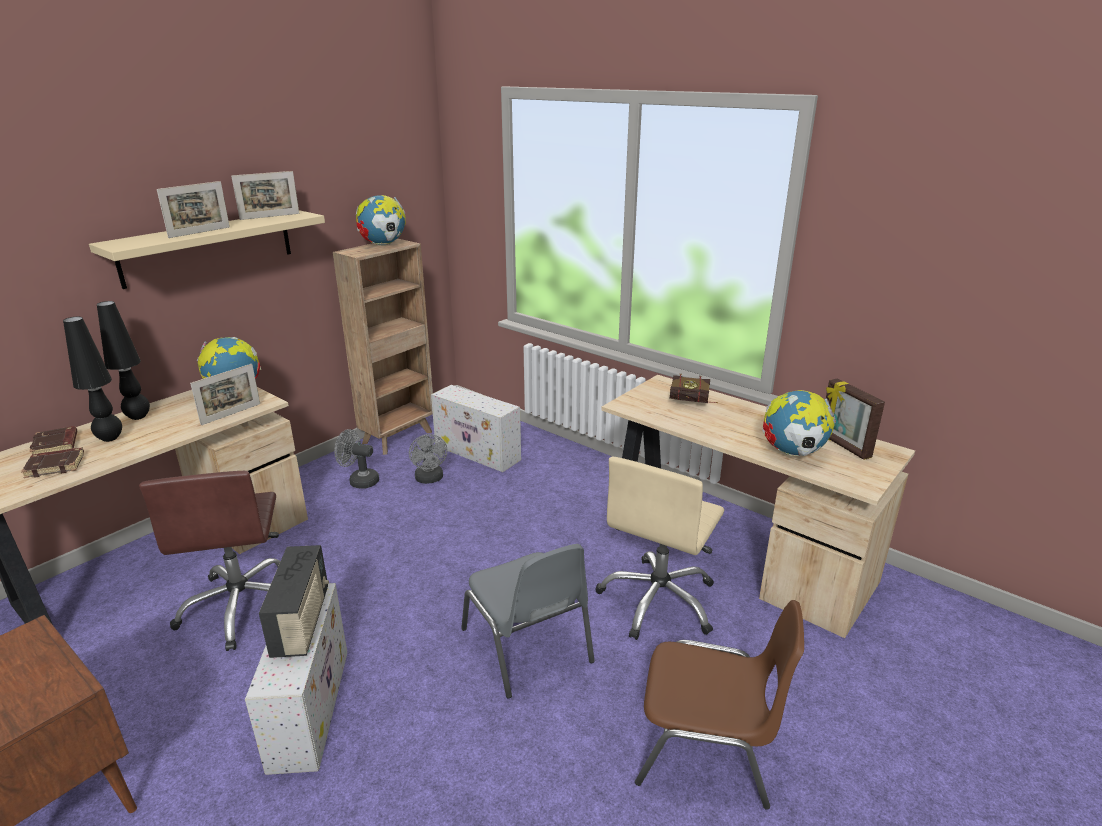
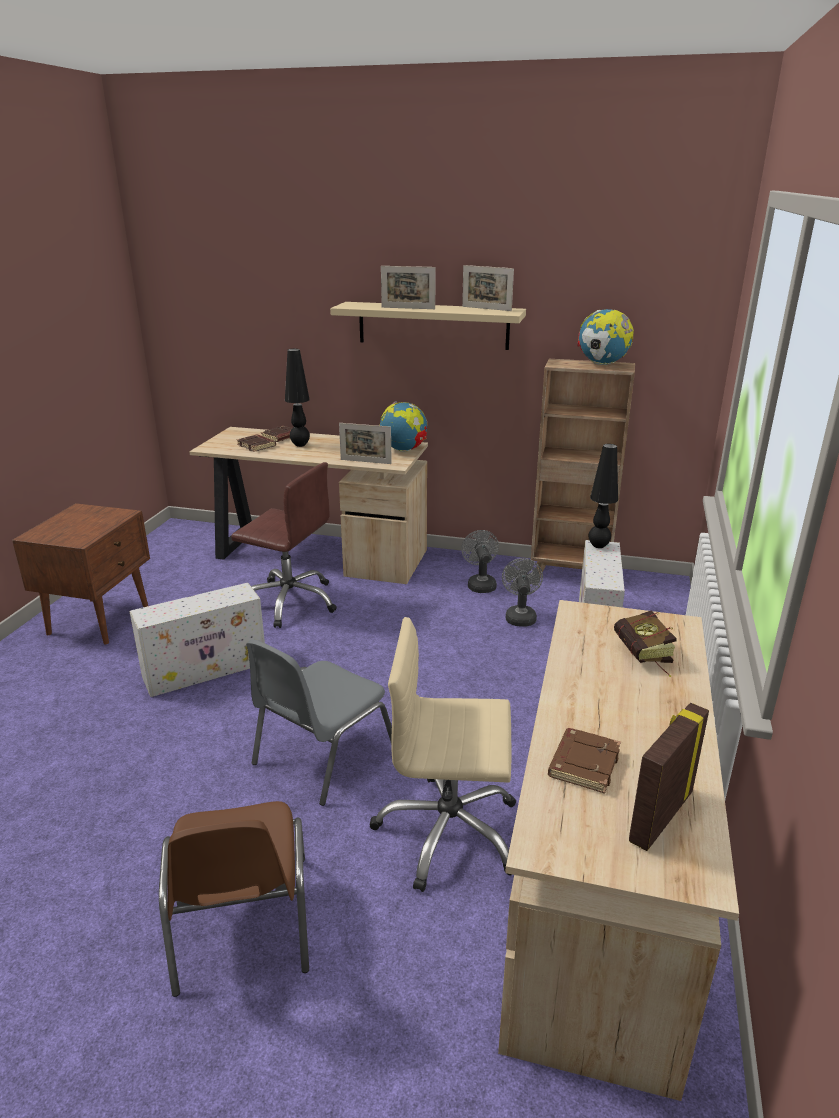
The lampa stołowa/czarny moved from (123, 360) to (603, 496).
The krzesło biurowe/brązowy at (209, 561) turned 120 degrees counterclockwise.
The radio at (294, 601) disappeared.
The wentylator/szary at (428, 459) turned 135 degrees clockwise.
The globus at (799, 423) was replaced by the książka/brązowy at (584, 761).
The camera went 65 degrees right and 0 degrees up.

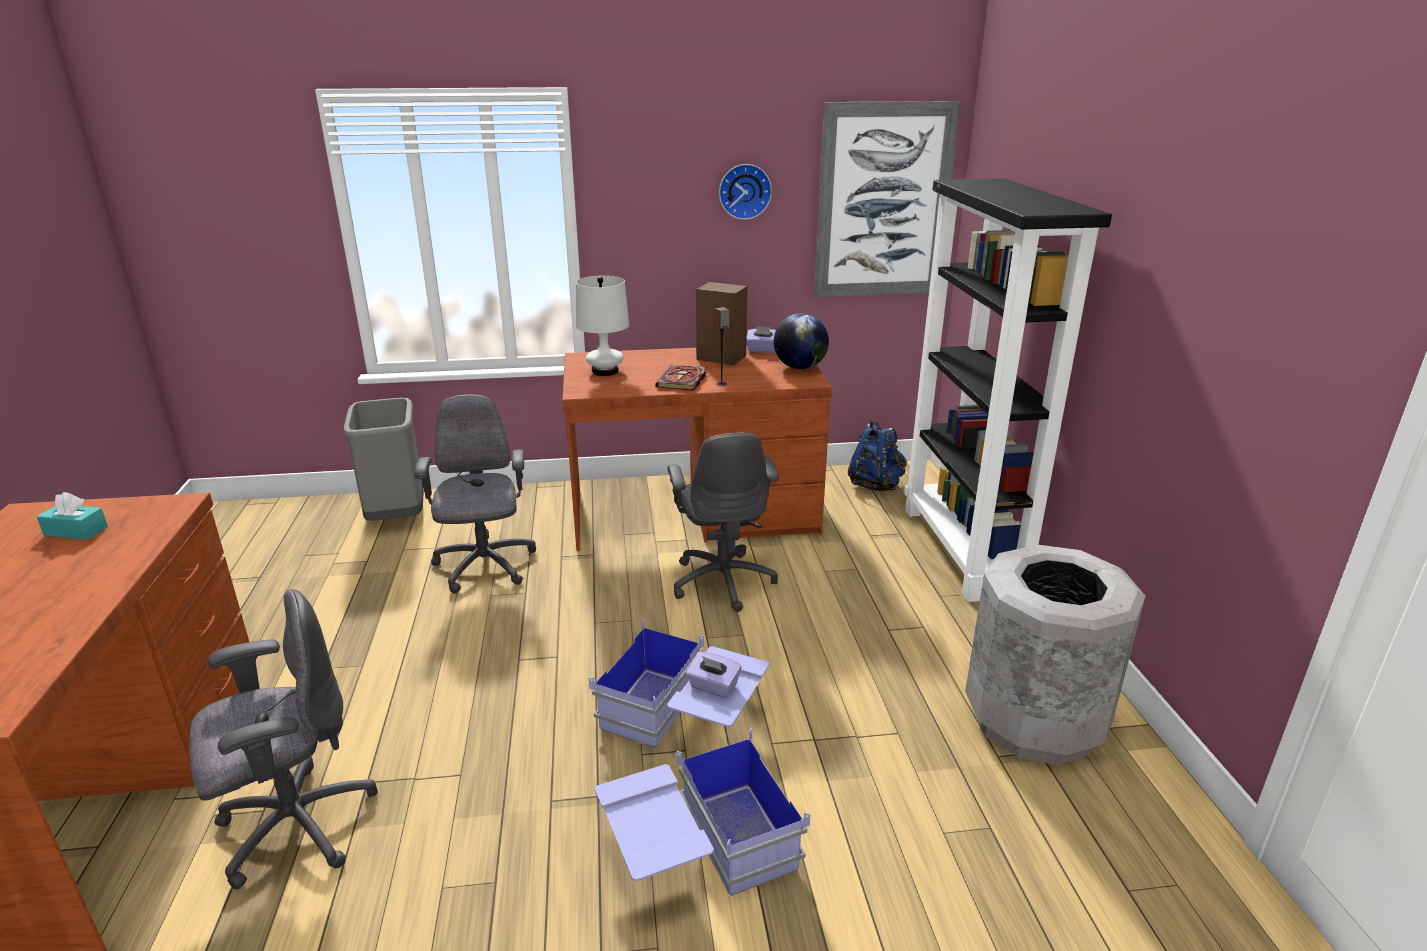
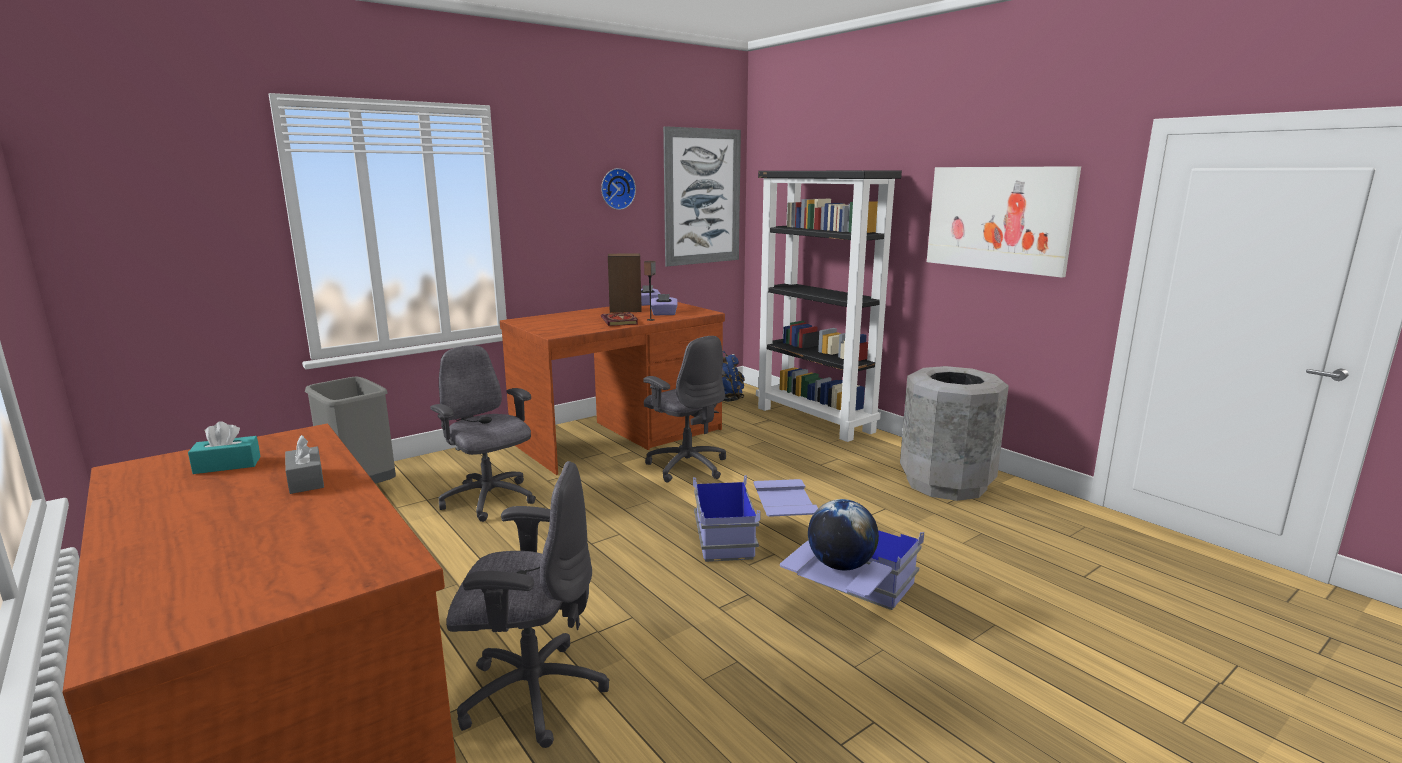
The krzesło biurowe/szary at (283, 739) turned 60 degrees clockwise.
The lampa stołowa/biały at (602, 325) disappeared.
The pudełko chusteczek/fioletowy moved from (714, 675) to (664, 304).
The globus moved from (801, 341) to (843, 534).
The pudełko chusteczek/szary at (304, 464) appeared.
The obraz at (1004, 222) appeared.
The camera went 30 degrees left and 10 degrees down.

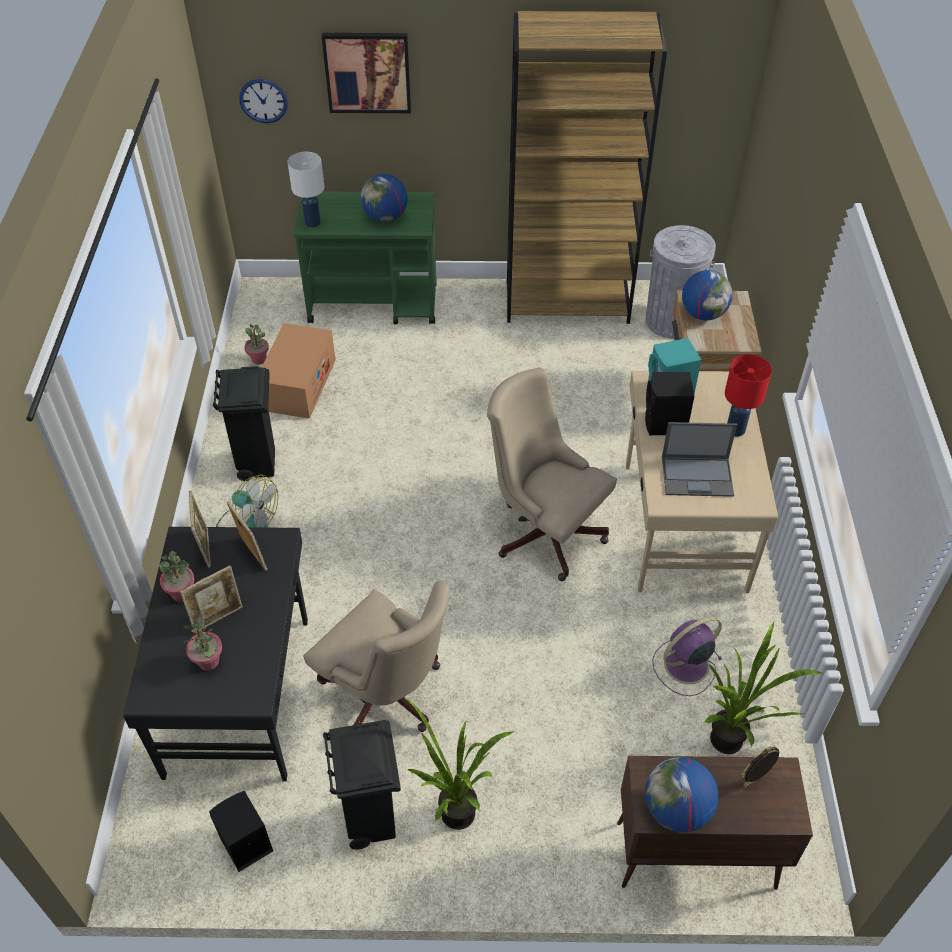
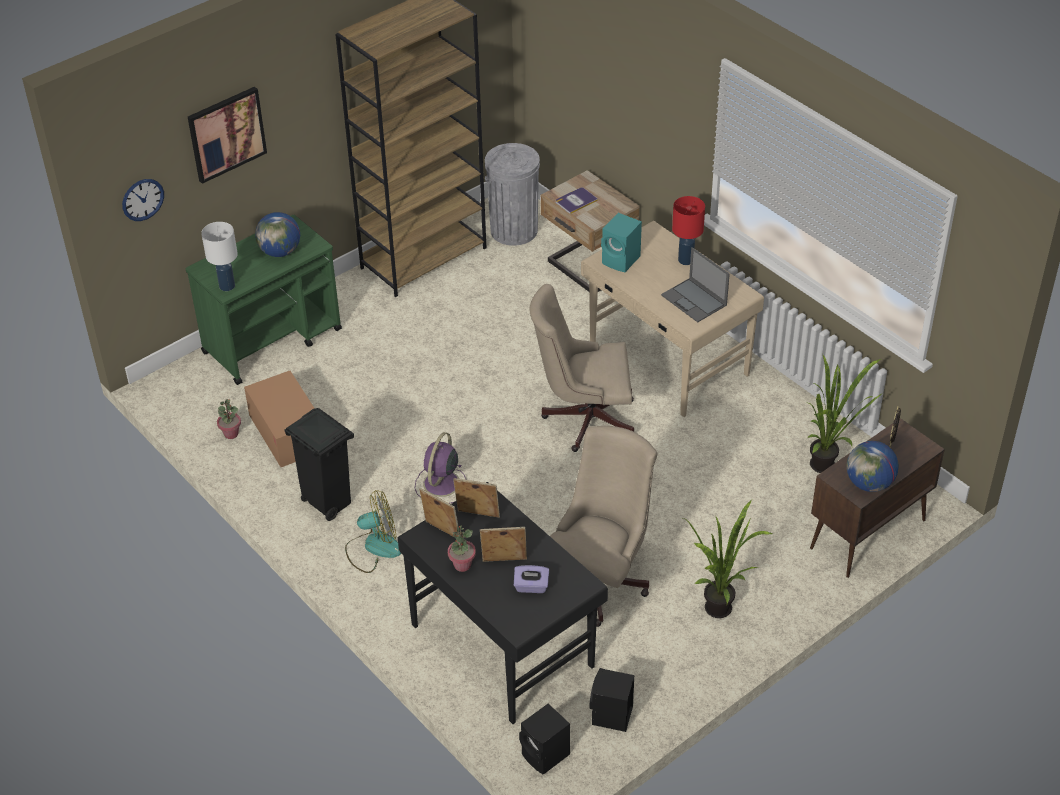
The ramka na zdjęcie at (211, 597) turned 105 degrees counterclockwise.
The roślina doniczkowa at (202, 645) was replaced by the pudełko chusteczek/fioletowy at (531, 579).
The krzesło biurowe/beżowy at (376, 656) turned 60 degrees counterclockwise.
The kosz na śmieci/czarny at (362, 785) disappeared.
The głośnik/czarny moved from (669, 403) to (544, 739).
The wentylator/fioletowy moved from (687, 656) to (440, 468).
The laptop at (699, 459) turned 90 degrees clockwise.
The globus at (707, 295) was replaced by the książka at (577, 201).
The camera went 40 degrees left and 5 degrees down.

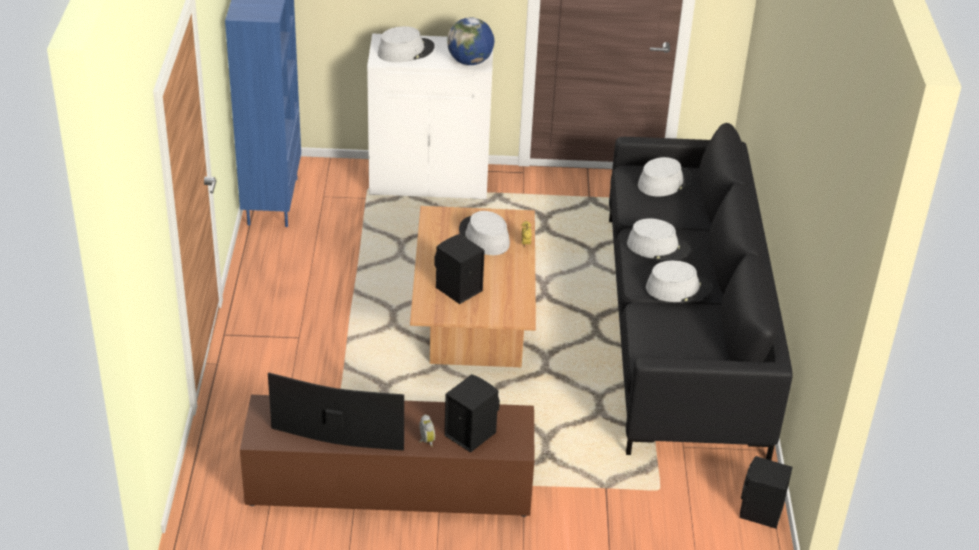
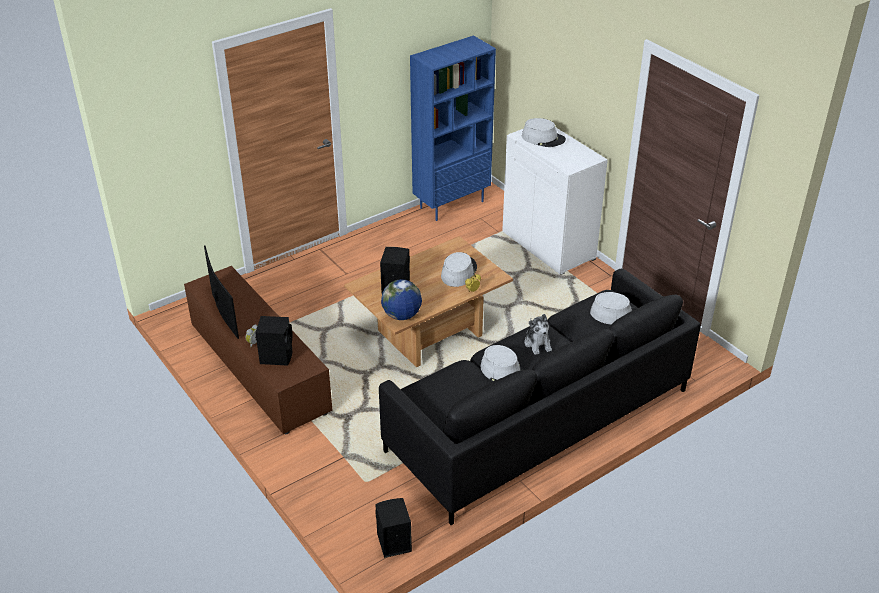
The globus moved from (471, 41) to (401, 299).
The kapelusz/szary at (659, 239) was replaced by the pluszak at (538, 334).
The camera went 55 degrees right and 0 degrees up.

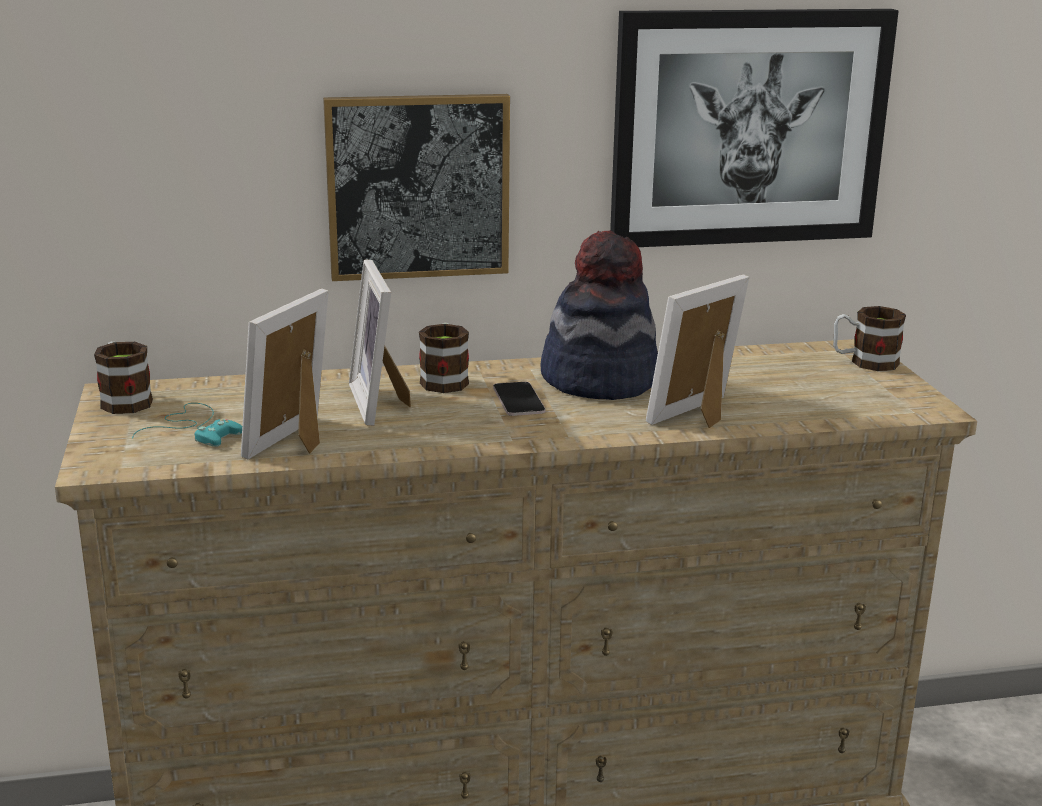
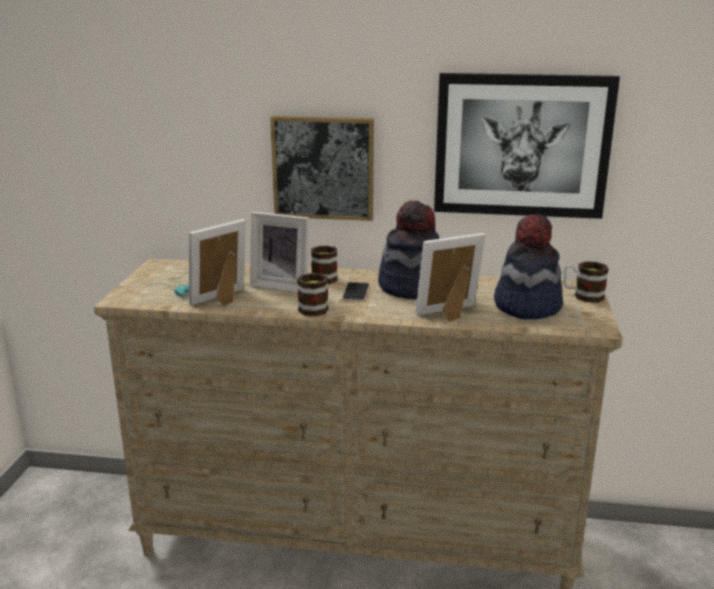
The kubek moved from (123, 377) to (312, 294).
The ramka na zdjęcie at (380, 343) turned 75 degrees counterclockwise.
The kapelusz at (528, 266) appeared.
The camera went 20 degrees right and 0 degrees up.

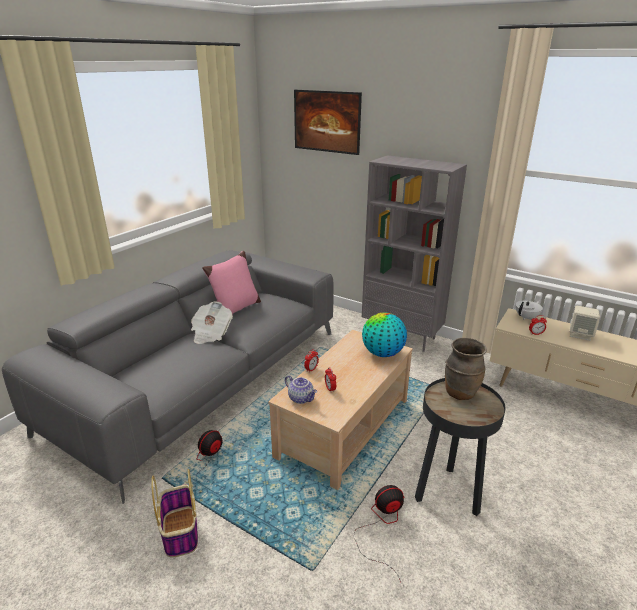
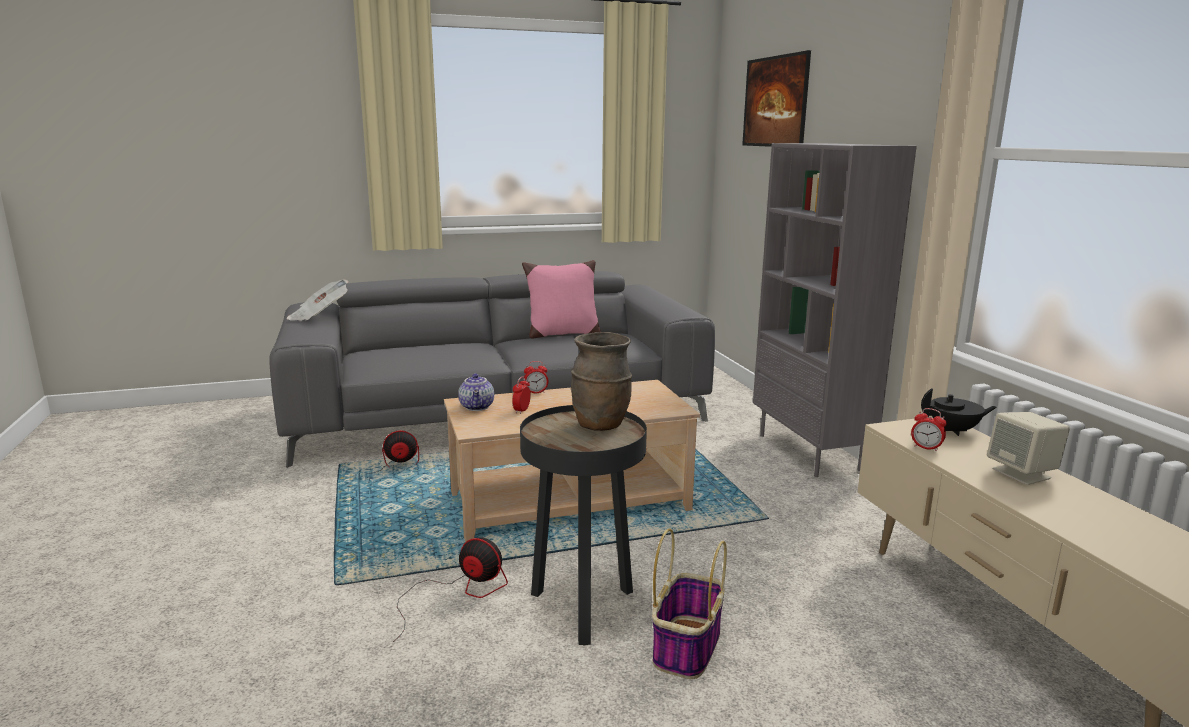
The koszyk moved from (174, 513) to (689, 604).
The gazeta moved from (212, 322) to (318, 300).
The globus at (384, 335) disappeared.
The imbryk/biały at (529, 310) became the imbryk/czarny at (959, 412).
The camera went 40 degrees right and 10 degrees down.

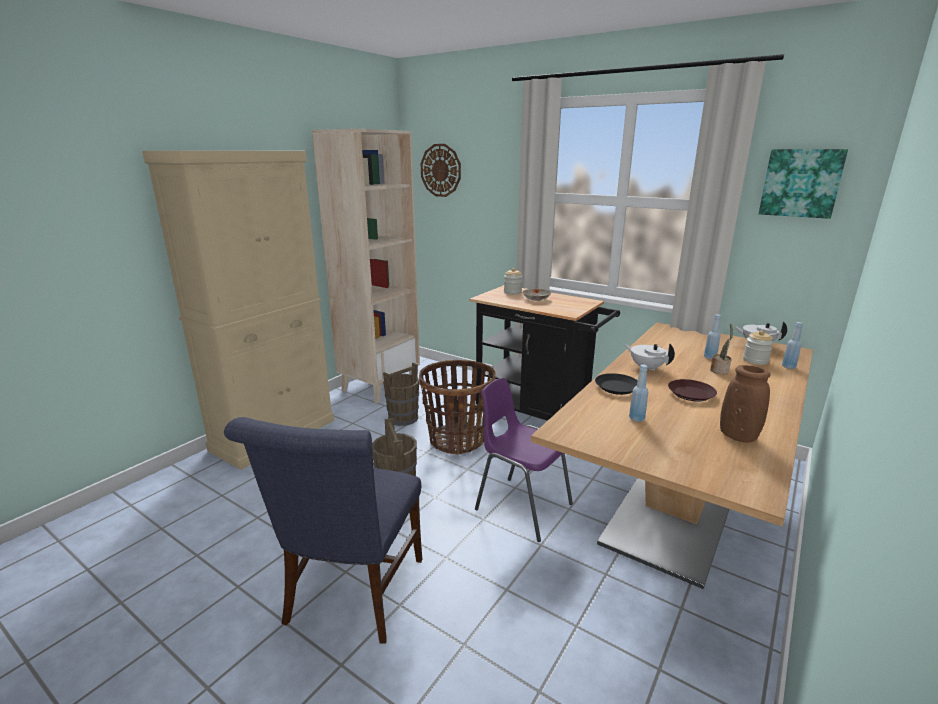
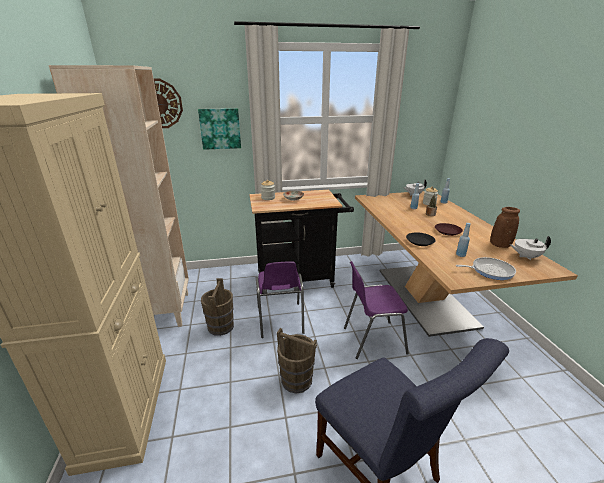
The koszyk at (457, 407) was replaced by the krzesło/fioletowy at (280, 299).
The imbryk/biały moved from (649, 357) to (530, 248).
The obraz moved from (803, 184) to (219, 129).
The patelnia at (486, 268) appeared.
The camera went 45 degrees left and 5 degrees up.

